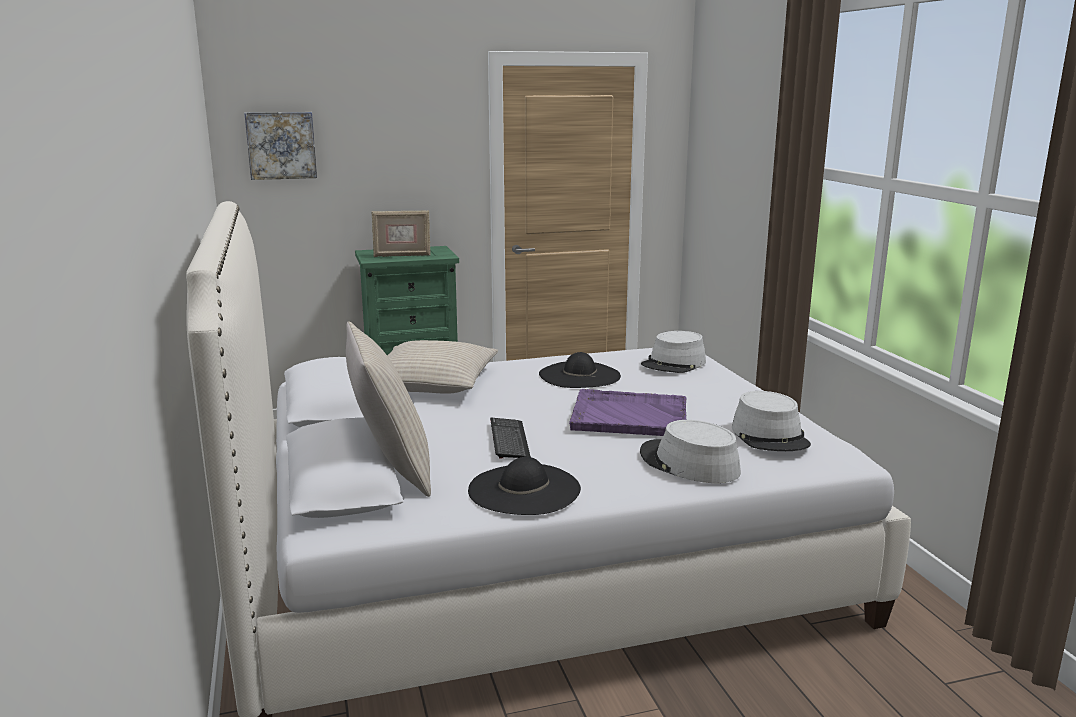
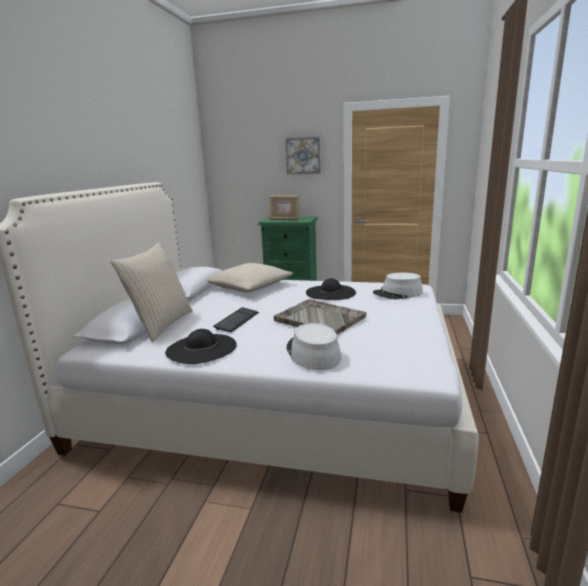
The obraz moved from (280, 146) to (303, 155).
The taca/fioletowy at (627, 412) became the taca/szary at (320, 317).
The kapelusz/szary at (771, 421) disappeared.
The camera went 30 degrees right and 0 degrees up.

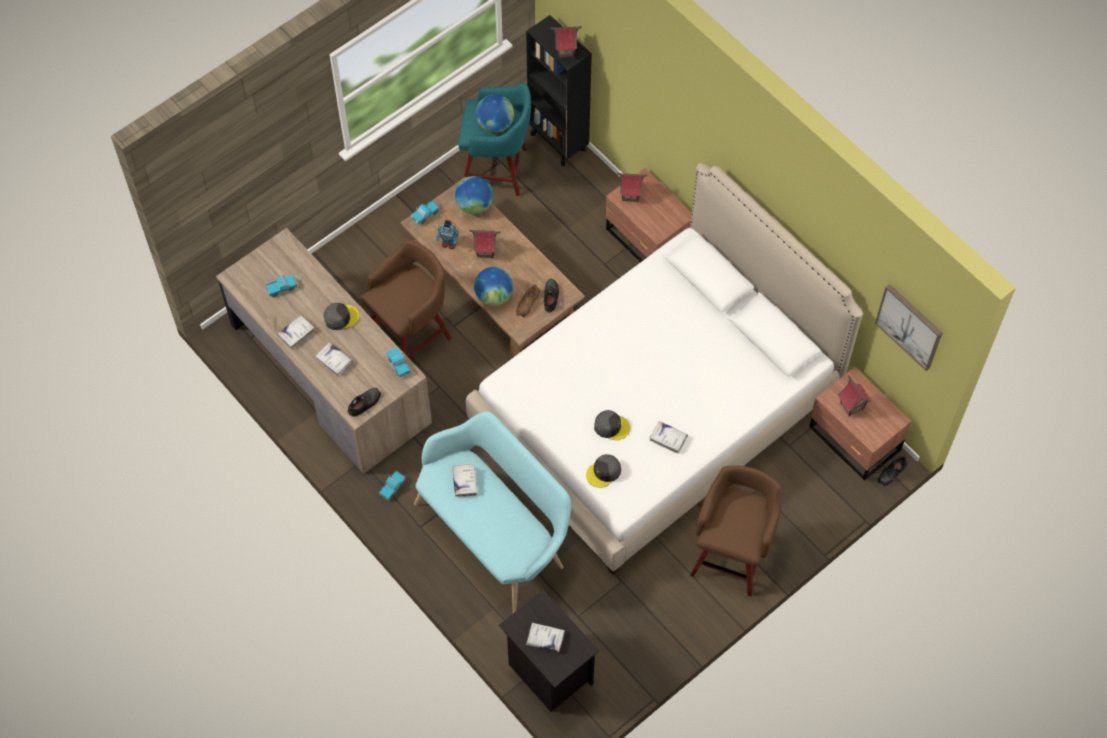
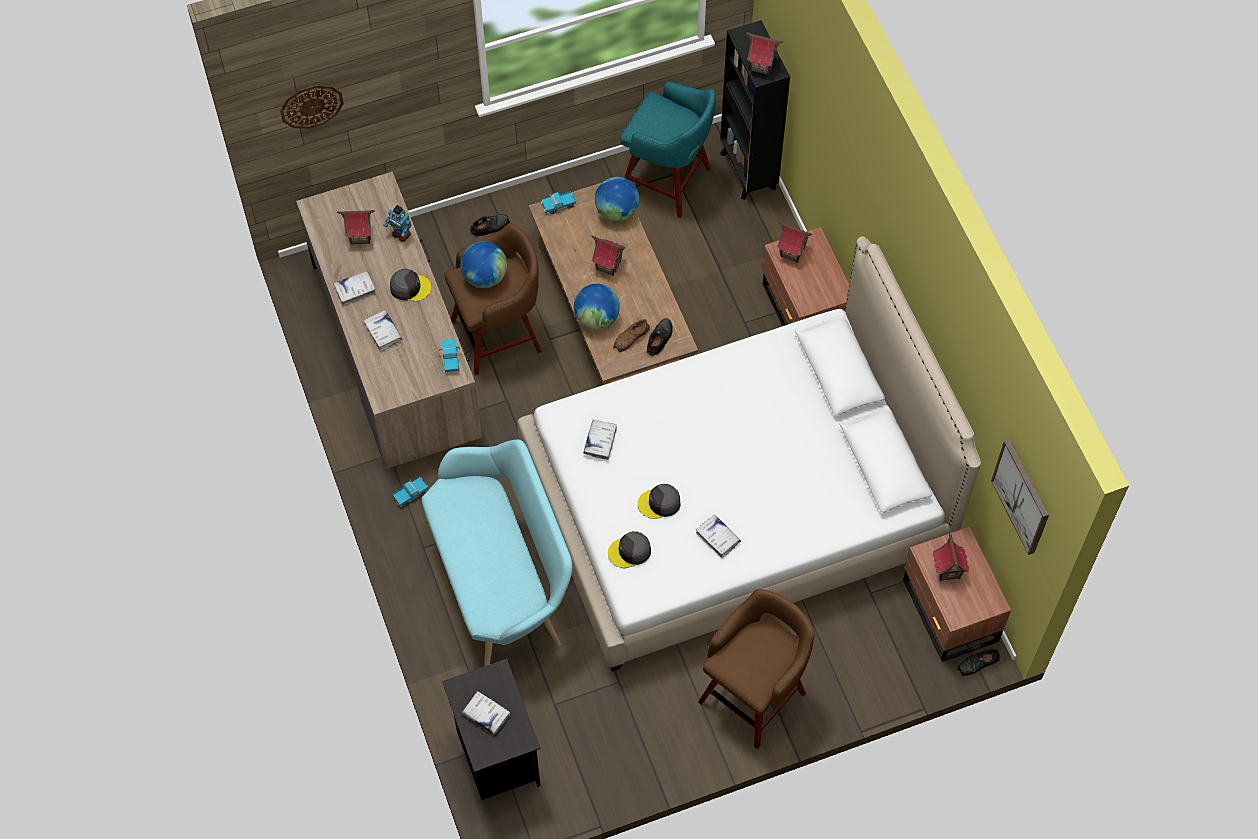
The ciężarówka zabawkowa at (281, 286) was replaced by the domek at (356, 227).
The but/czarny moved from (364, 402) to (490, 225).
The robot zabawkowy moved from (447, 234) to (397, 223).
The książka/biały moved from (464, 480) to (600, 440).
The globus moved from (495, 113) to (483, 264).
The czapka z daszkiem/szary at (612, 425) turned 135 degrees clockwise.
The zegar ścienny at (312, 107) appeared.
The camera went 20 degrees right and 0 degrees up.

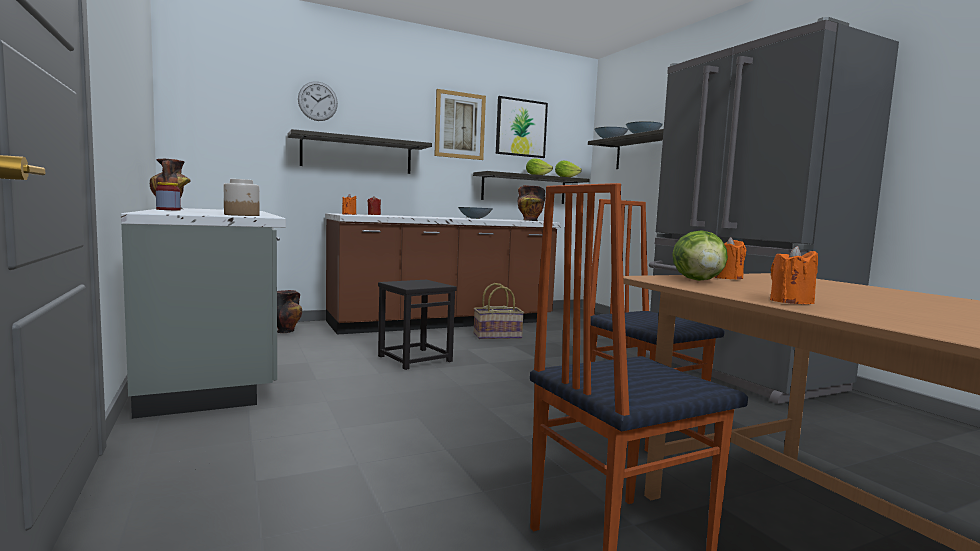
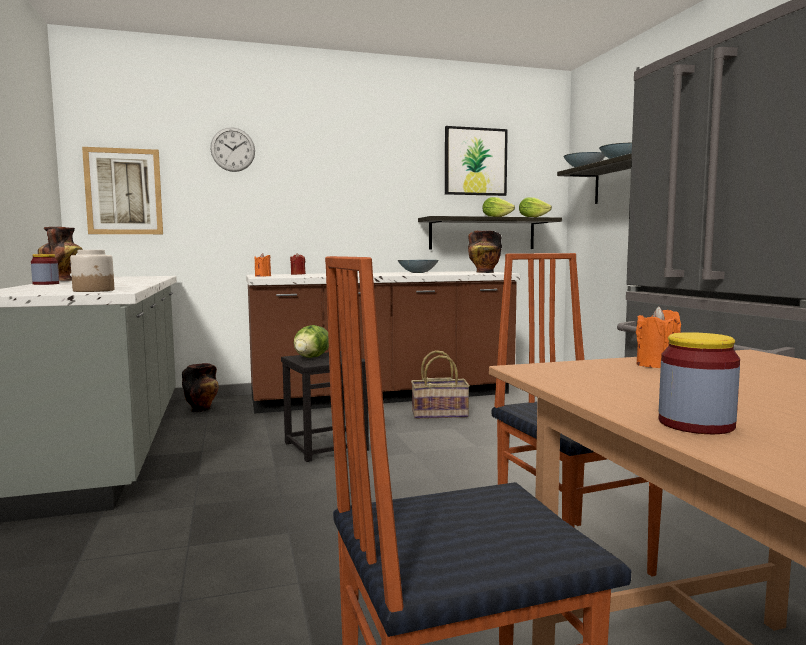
The półka at (359, 151) disappeared.
The obraz moved from (460, 124) to (122, 190).
The sałata moved from (700, 255) to (311, 341).
The świeca/pomarańczowy at (794, 275) was replaced by the słoik at (699, 383).
The camera went 10 degrees right and 0 degrees up.

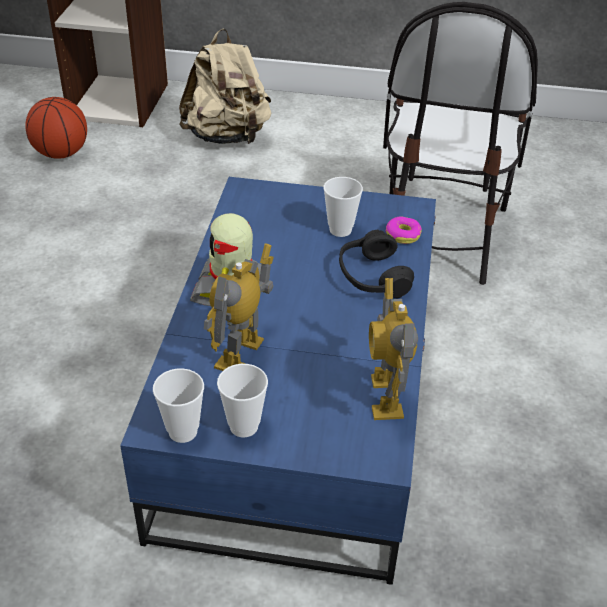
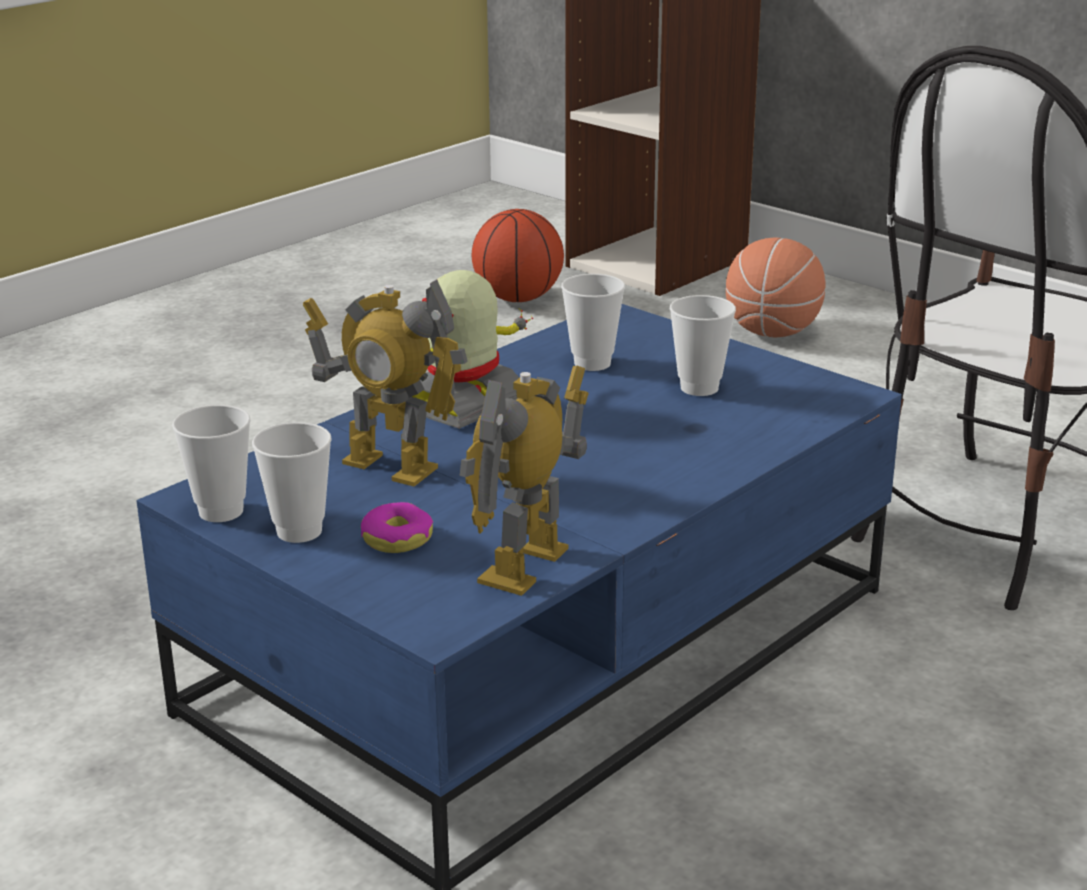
The plecak/beżowy at (225, 86) was replaced by the piłka do koszykówki at (776, 287).
The robot zabawkowy at (239, 307) turned 120 degrees counterclockwise.
The słuchawki/czarny at (376, 264) disappeared.
The donut moved from (403, 230) to (397, 527).
The filiżanka at (593, 322) appeared.
The camera went 35 degrees right and 15 degrees down.

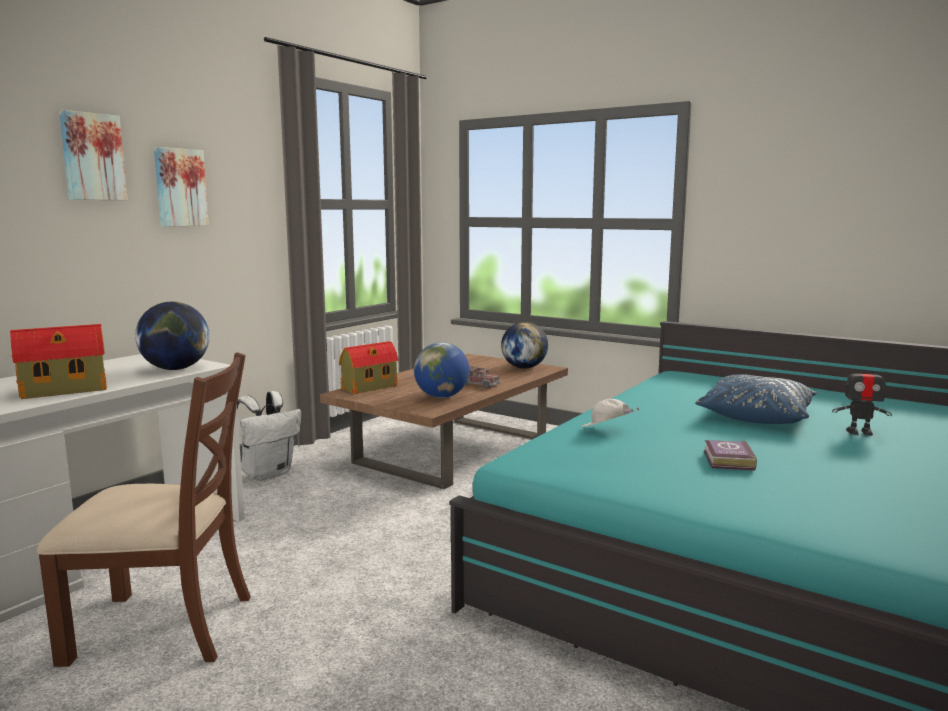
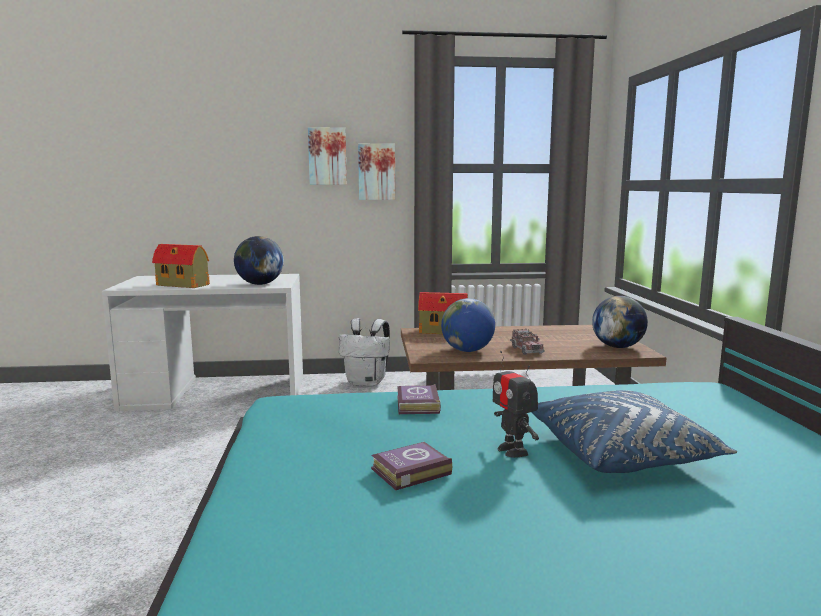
The krzesło/brązowy at (144, 509) disappeared.
The obraz moved from (93, 155) to (376, 171).
The czapka z daszkiem/biały at (610, 413) was replaced by the książka at (419, 399).
The robot zabawkowy moved from (862, 398) to (516, 404).
The camera went 50 degrees right and 0 degrees up.

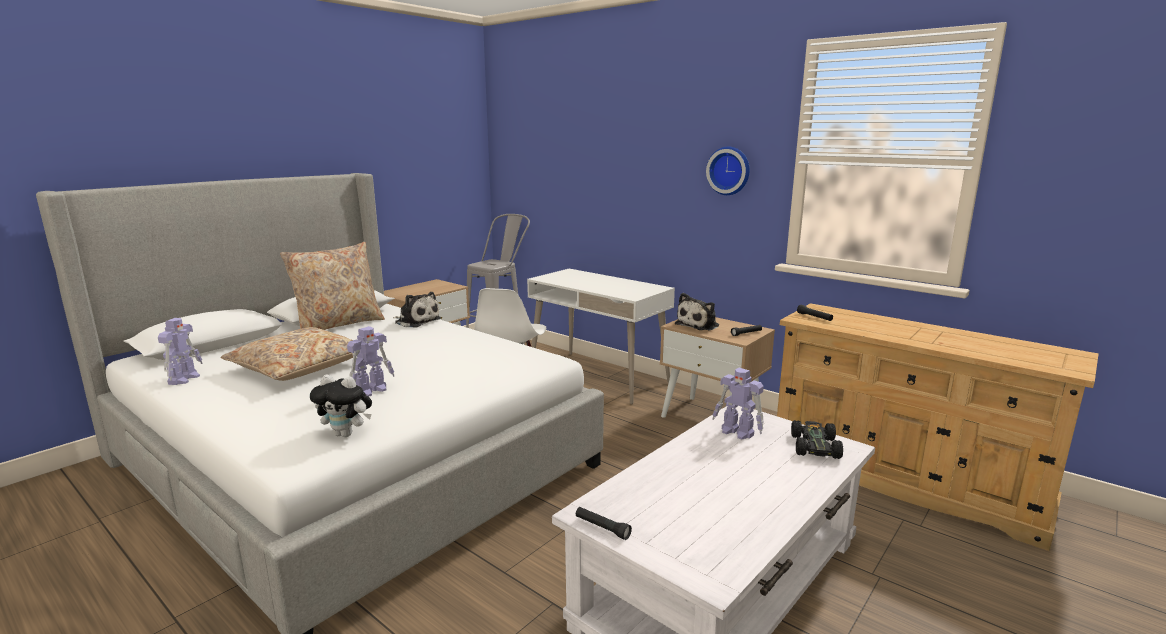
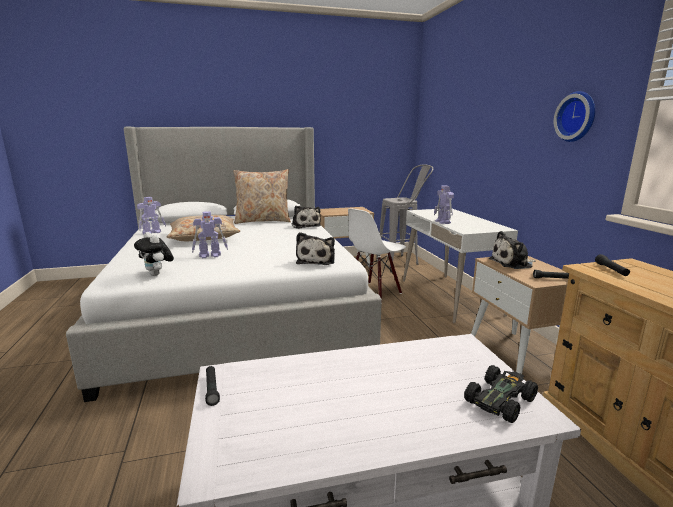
The robot zabawkowy moved from (738, 404) to (444, 204).
The pluszak at (315, 248) appeared.
The camera went 35 degrees right and 0 degrees up.

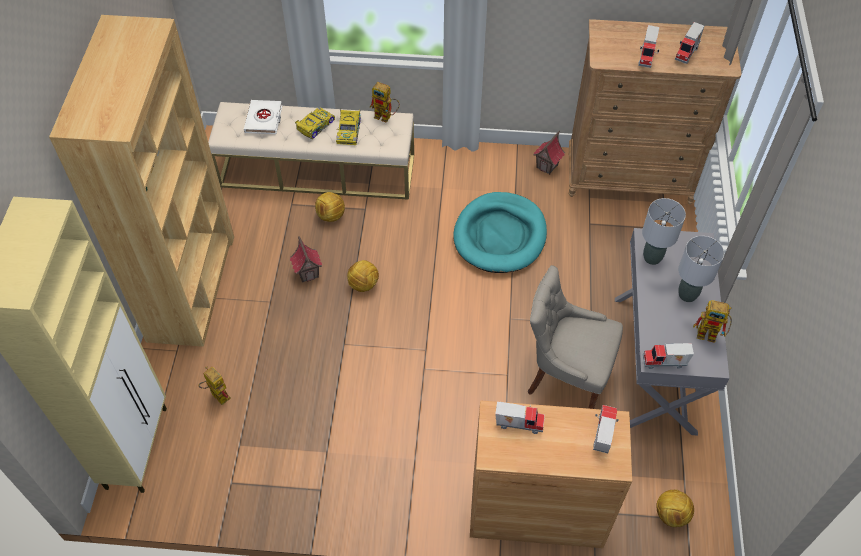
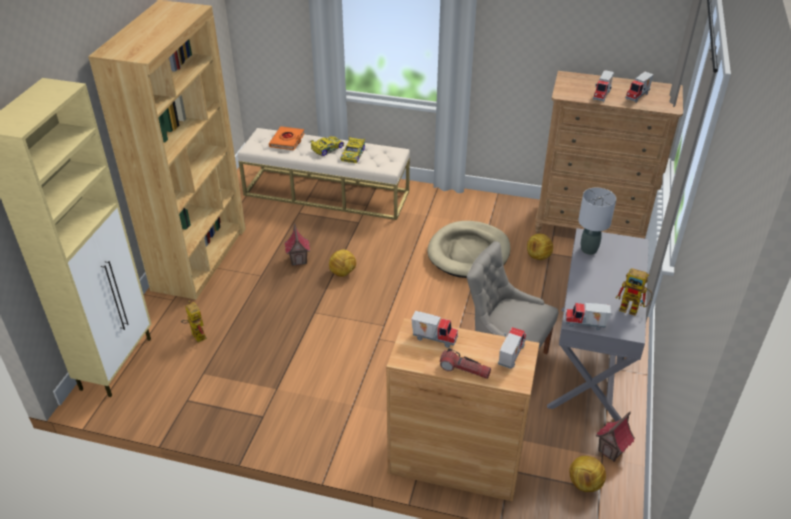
The książka/biały at (263, 117) became the książka/pomarańczowy at (287, 138).
The piłka futbolowa moved from (330, 207) to (540, 247).
The robot zabawkowy at (385, 102) disappeared.
The legowisko/turkusowy at (500, 232) became the legowisko/beżowy at (468, 249).
The domek moved from (549, 153) to (615, 436).
The lampa stołowa/szary at (701, 269) disappeared.
The latarka at (465, 363) appeared.
The camera went 10 degrees right and 15 degrees down.

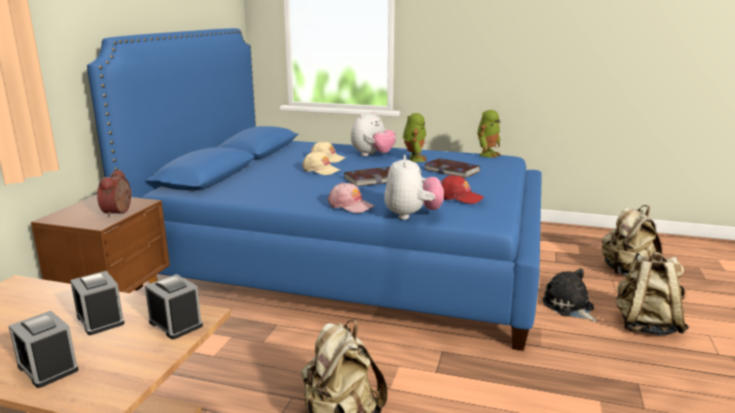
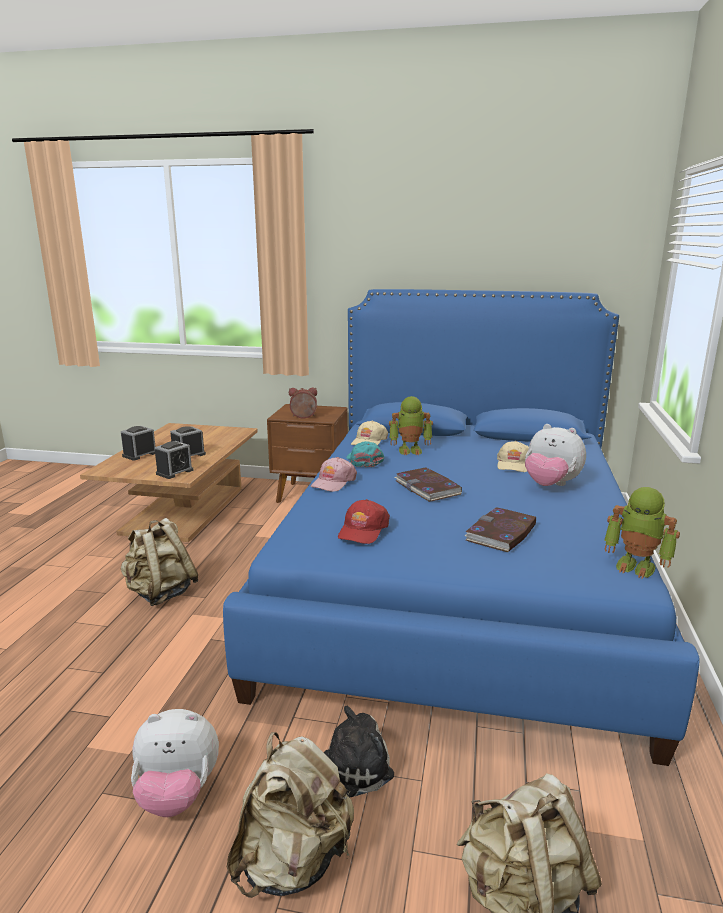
The czapka z daszkiem/beżowy moved from (321, 163) to (369, 432).
The pluszak moved from (414, 187) to (175, 763).
The robot zabawkowy moved from (415, 137) to (411, 425).
The czapka z daszkiem/turkusowy at (365, 454) appeared.
The camera went 85 degrees right and 0 degrees up.

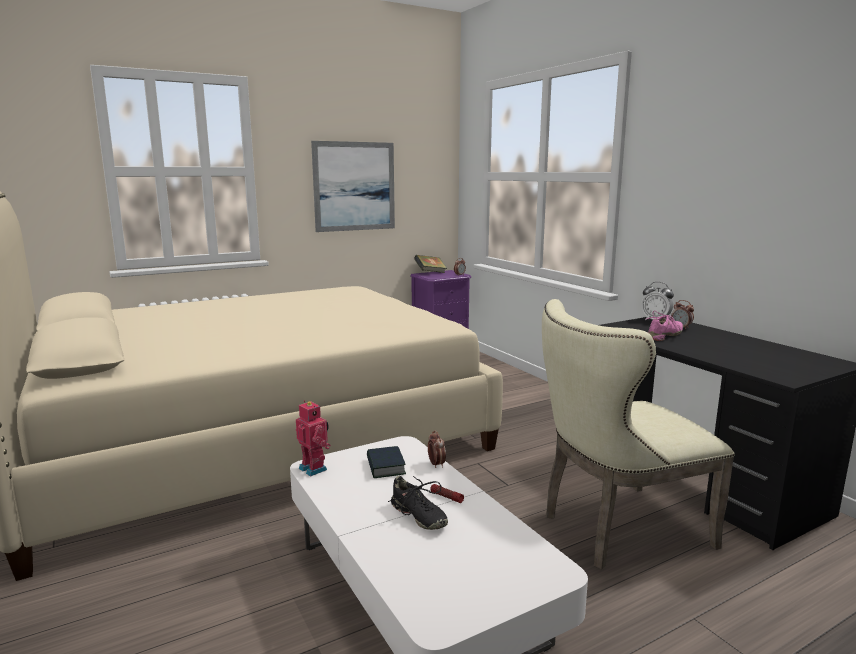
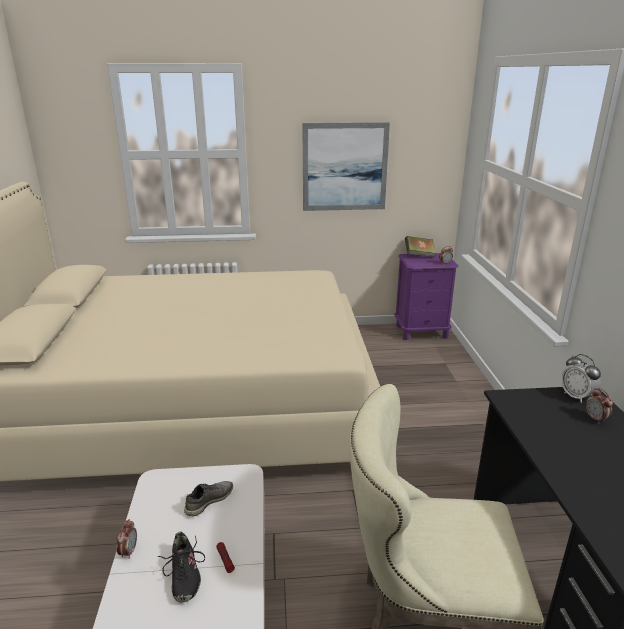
The robot zabawkowy at (313, 438) disappeared.
The książka at (386, 462) was replaced by the but/szary at (208, 498).
The budzik moved from (437, 449) to (126, 539).
The but/różowy at (665, 326) disappeared.
The camera went 25 degrees right and 10 degrees up.

